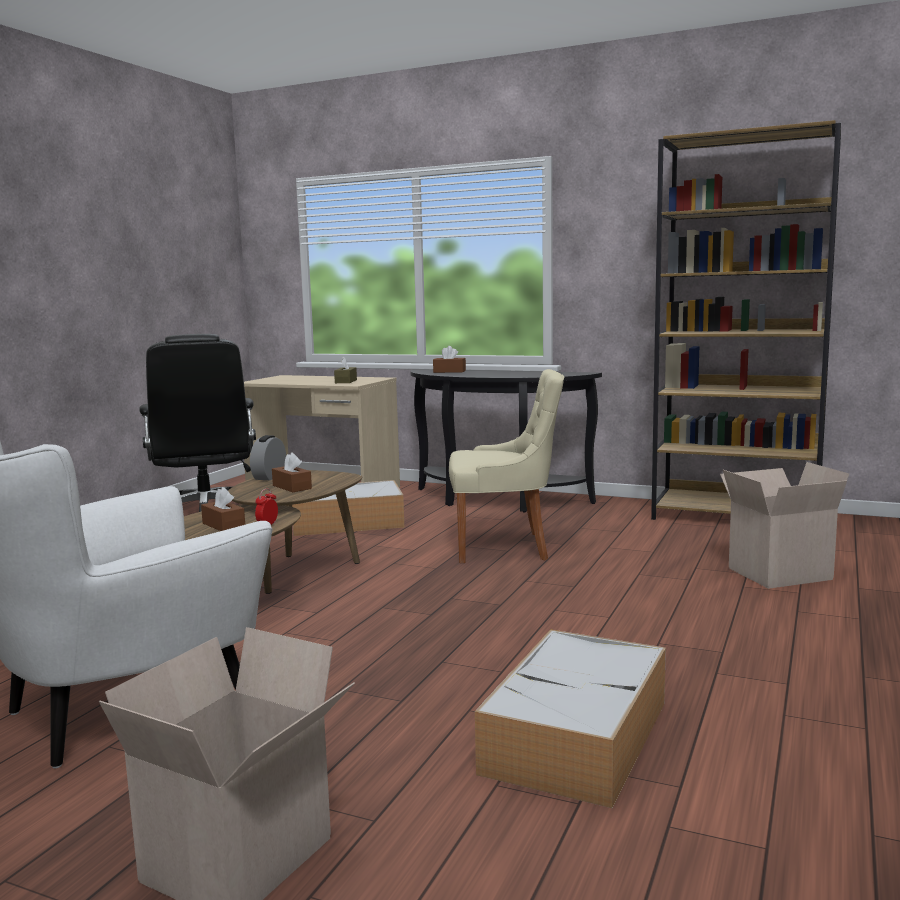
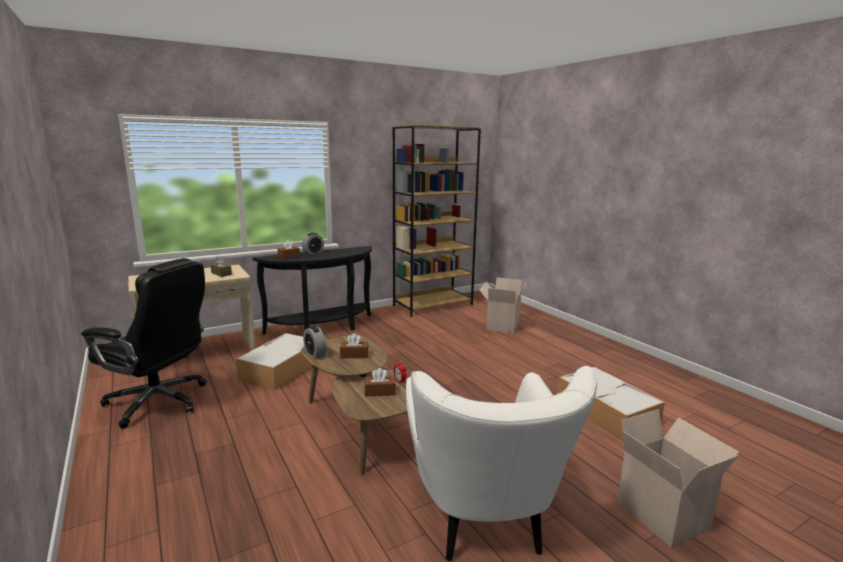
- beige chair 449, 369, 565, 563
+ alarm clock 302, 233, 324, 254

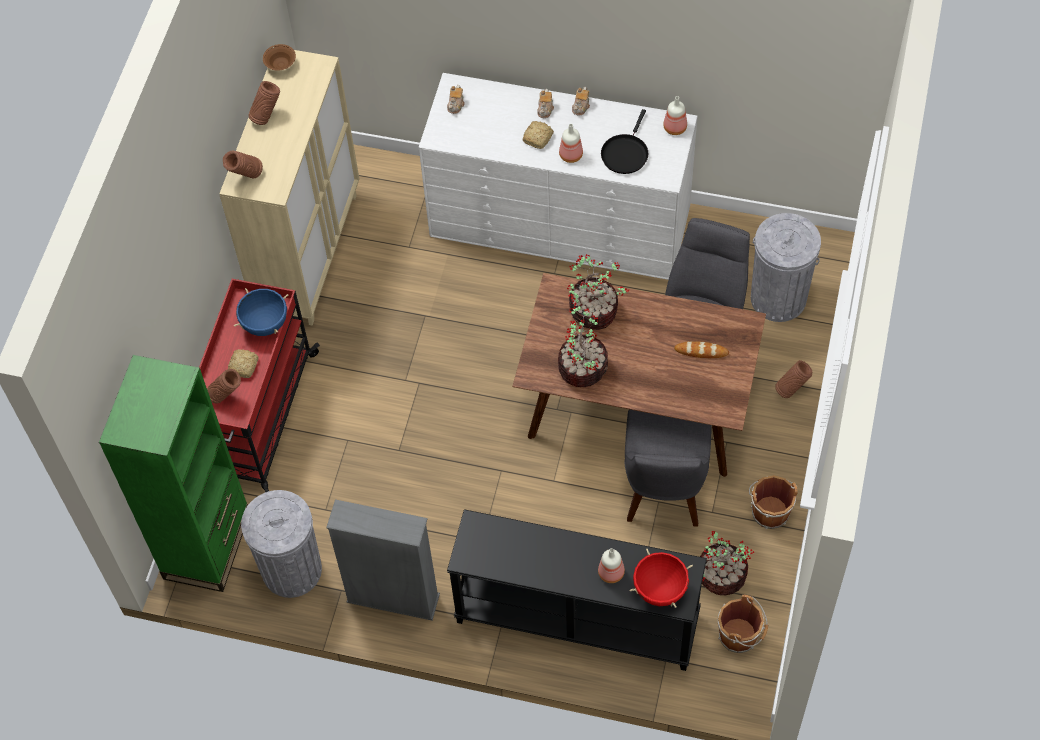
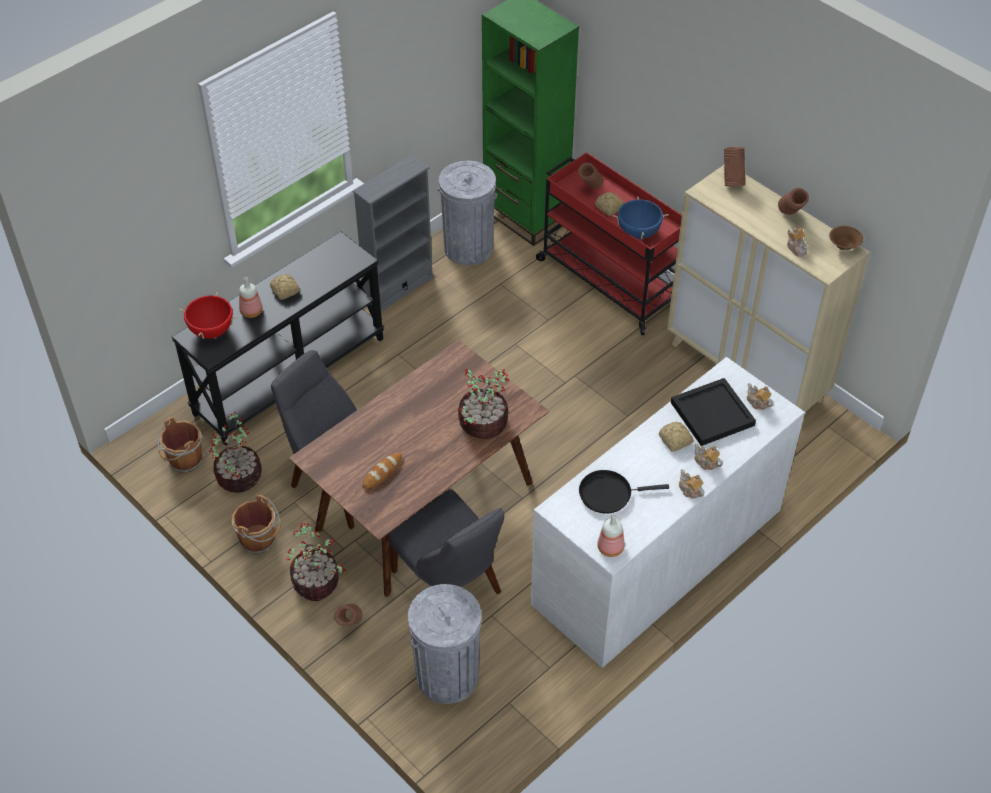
- bottle 559, 124, 583, 163
+ bread 270, 274, 300, 300
+ black tray 671, 378, 756, 446
+ teapot 787, 228, 808, 257
~ potted plant 558, 304, 608, 387 to 286, 523, 346, 601
~ black frying pan 601, 109, 648, 174 = 579, 470, 669, 513 60 degrees counterclockwise

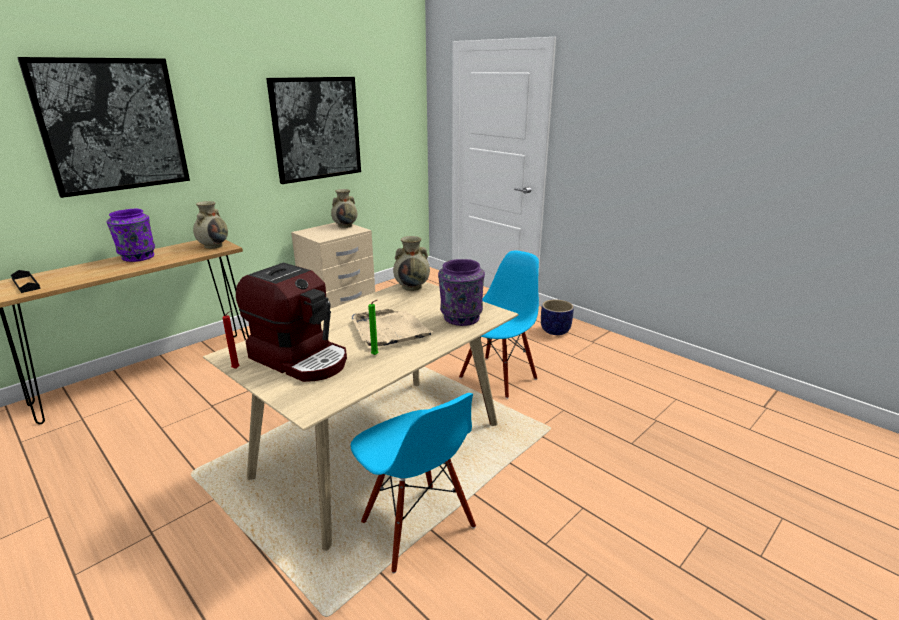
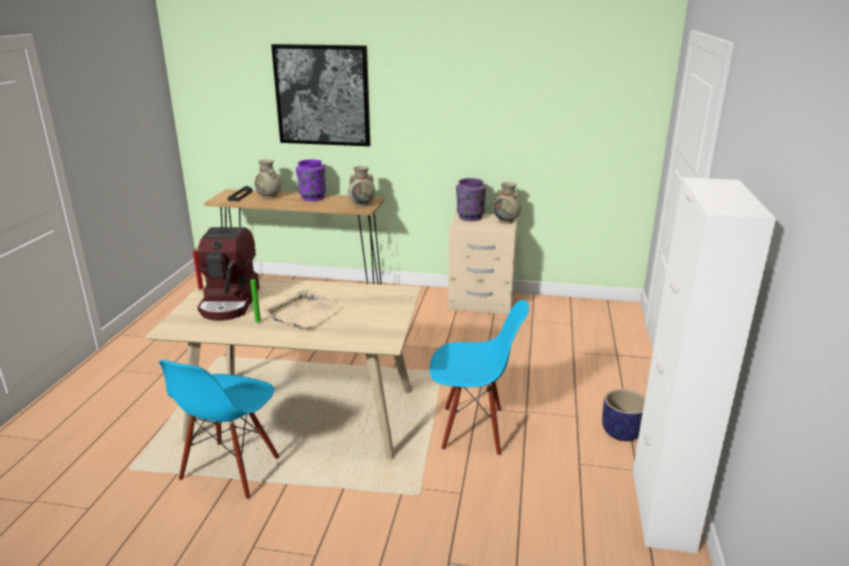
- picture 266, 77, 361, 184
+ white cabinet 633, 177, 776, 553
~ beige vase 393, 236, 430, 291 to 255, 159, 282, 199
~ purple vase 438, 259, 485, 326 to 456, 178, 486, 221

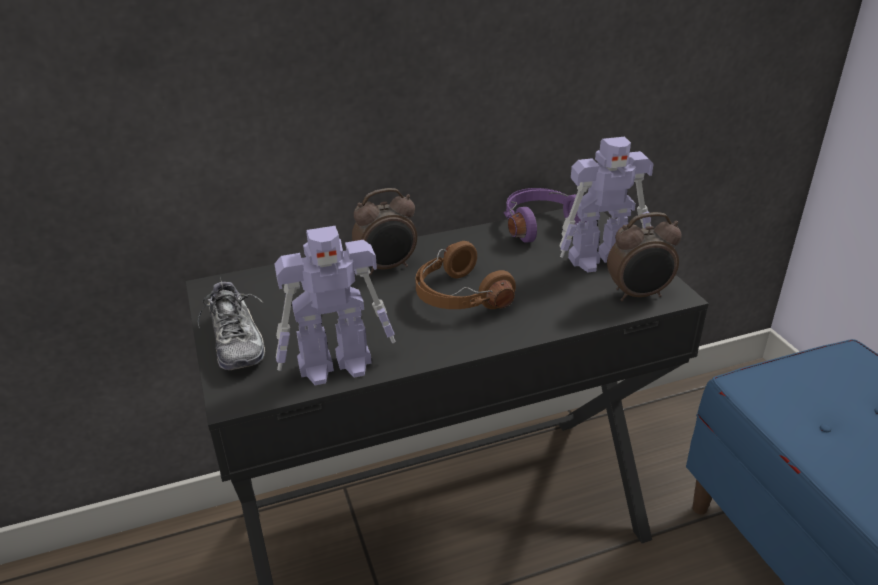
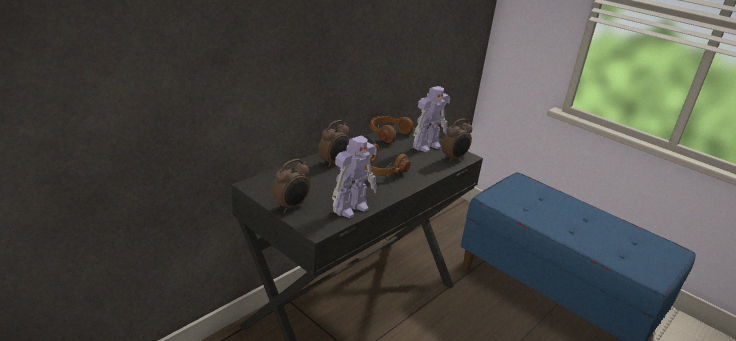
~ shoe 198, 277, 265, 370 to alarm clock 272, 159, 310, 213
~ purple headphones 504, 188, 587, 243 to brown headphones 370, 116, 413, 143

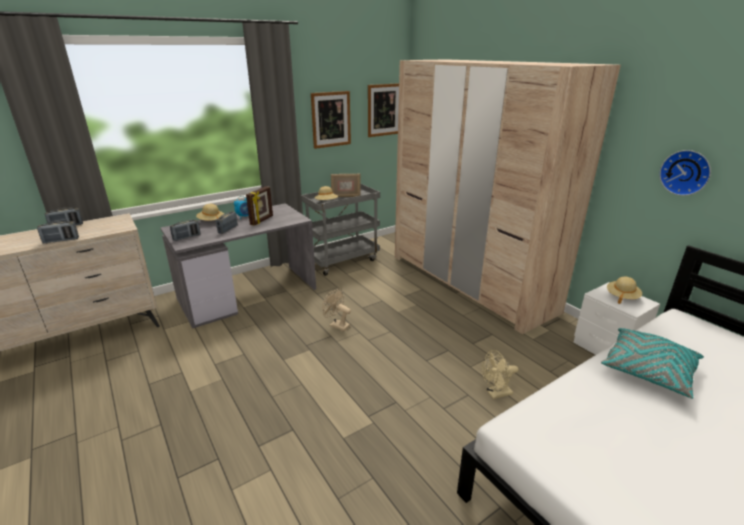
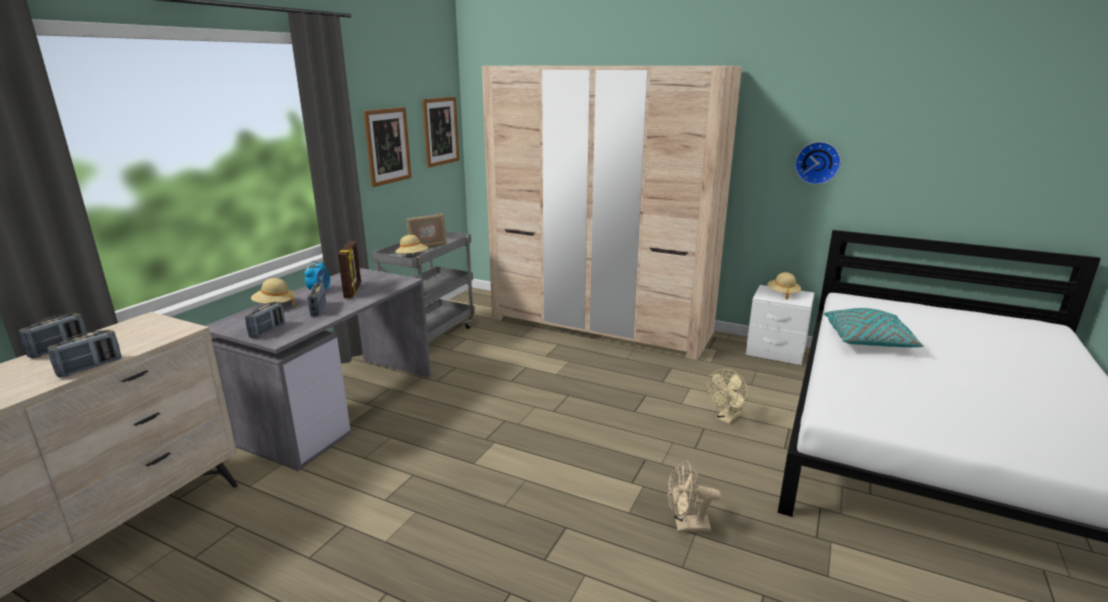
~ beige fan 322, 289, 351, 331 to 667, 460, 721, 532

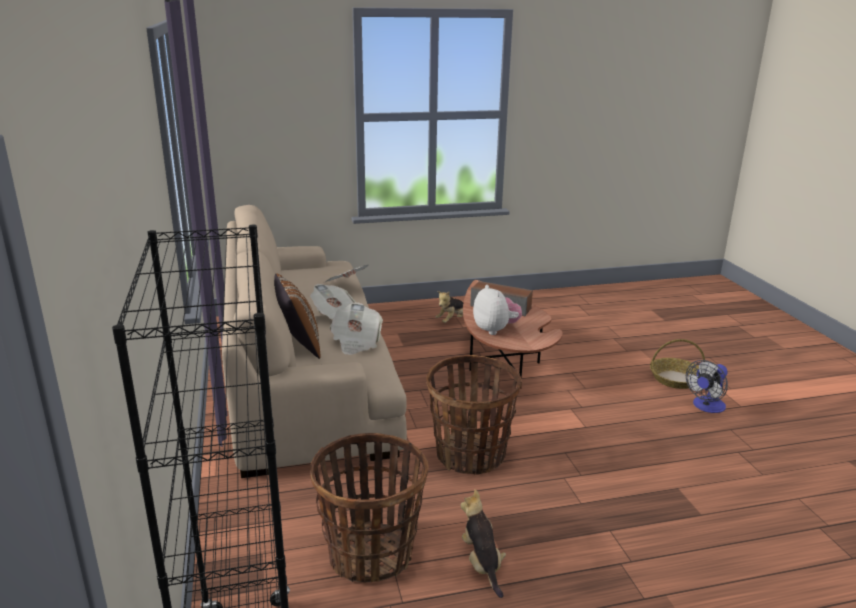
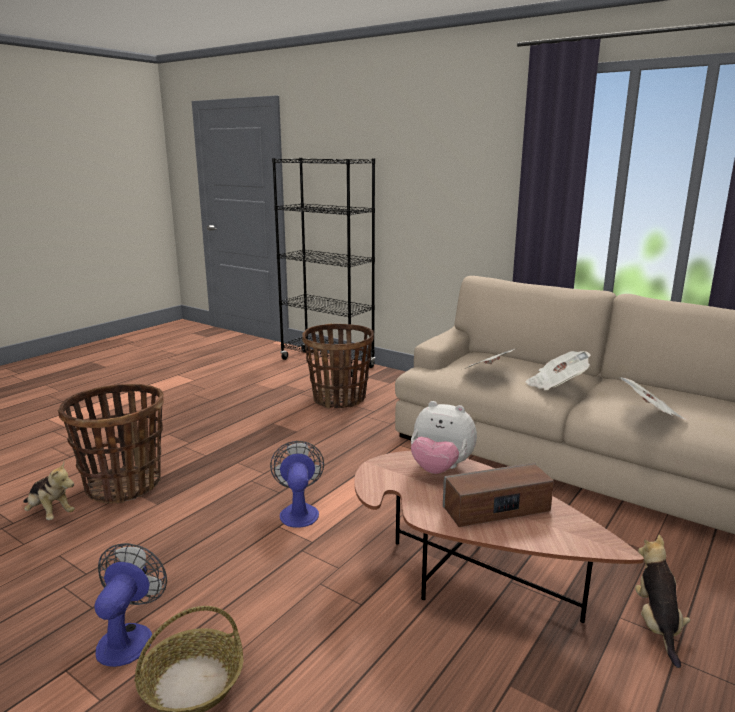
- brown pillow 274, 273, 320, 359
+ fan 270, 441, 324, 528
~ basket 426, 355, 522, 475 to 58, 384, 164, 504
~ plush toy 460, 489, 506, 598 to 23, 462, 75, 520

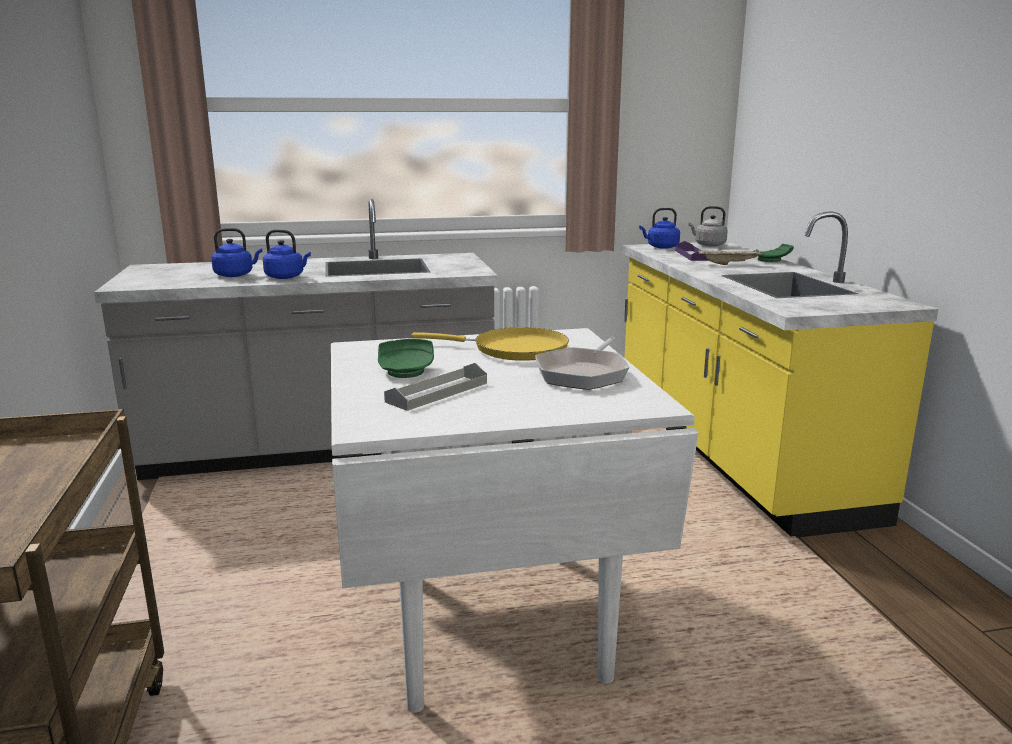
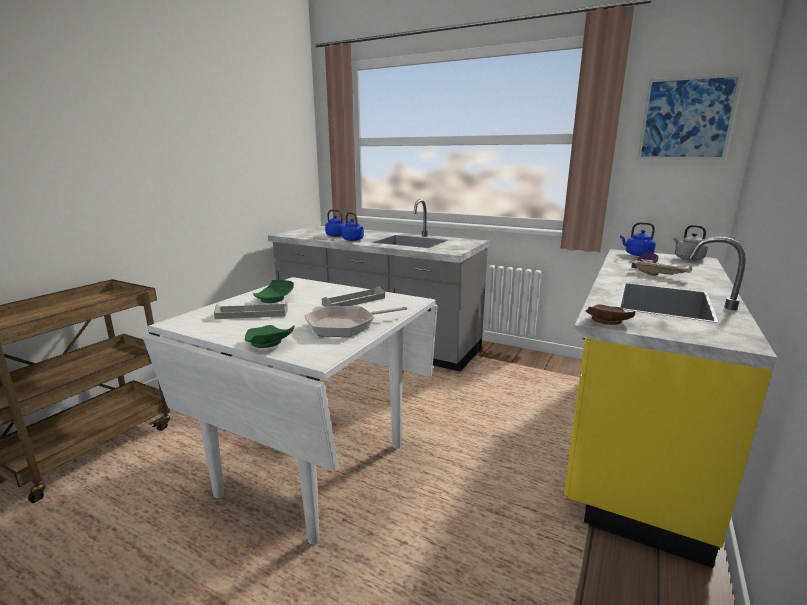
+ brown plate 586, 304, 635, 325
+ picture 638, 73, 743, 160
~ green plate 753, 244, 794, 262 to 245, 325, 295, 348
~ yellow frying pan 411, 327, 569, 361 to grey tray 322, 286, 385, 307

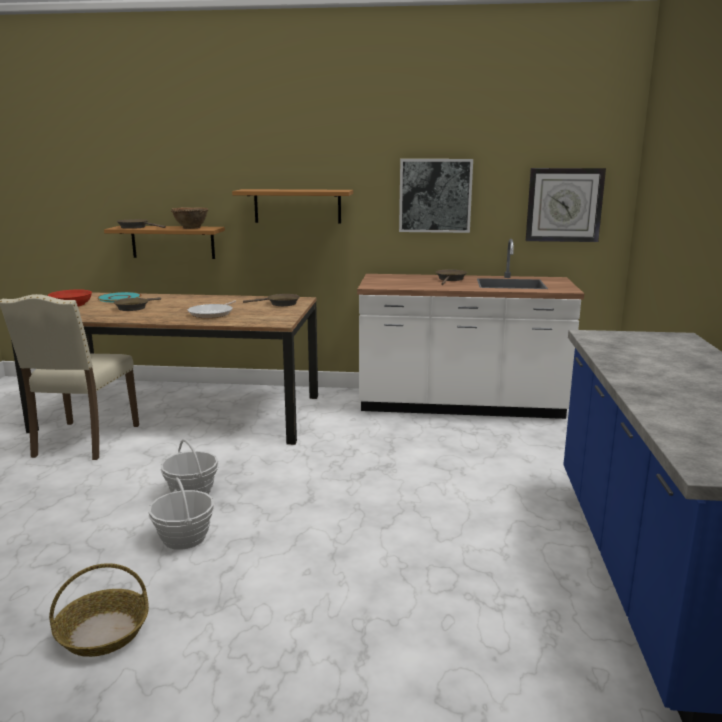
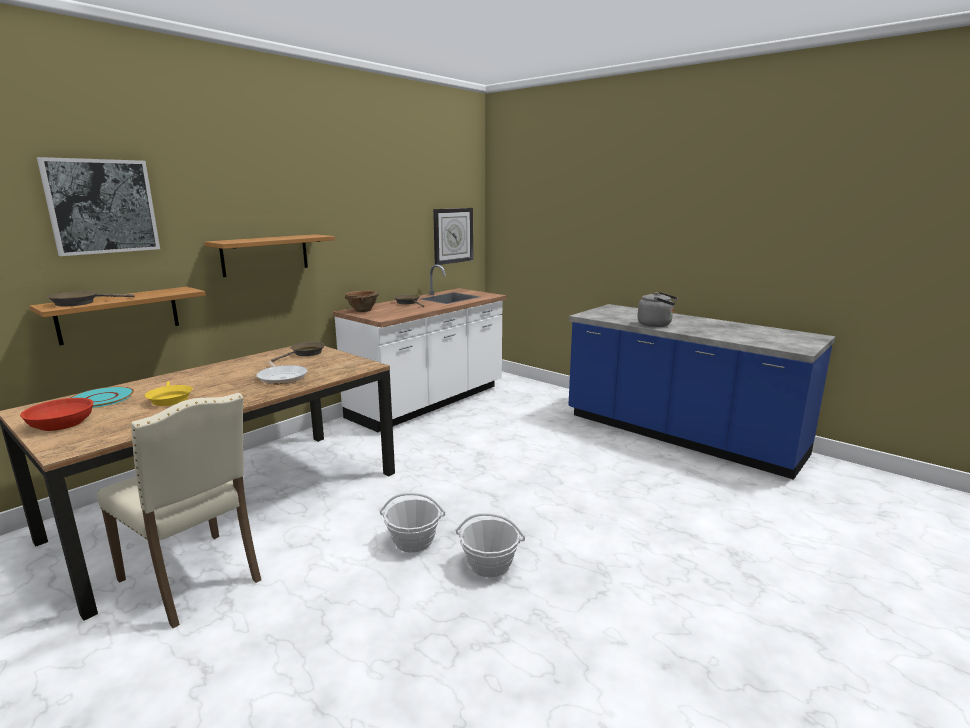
- basket 49, 563, 149, 657
+ grey kettle 637, 292, 678, 327
~ brown bowl 171, 207, 208, 229 to 345, 291, 379, 312
~ picture 399, 159, 473, 233 to 37, 157, 160, 256
~ brown frying pan 114, 297, 161, 311 to yellow frying pan 145, 381, 193, 406

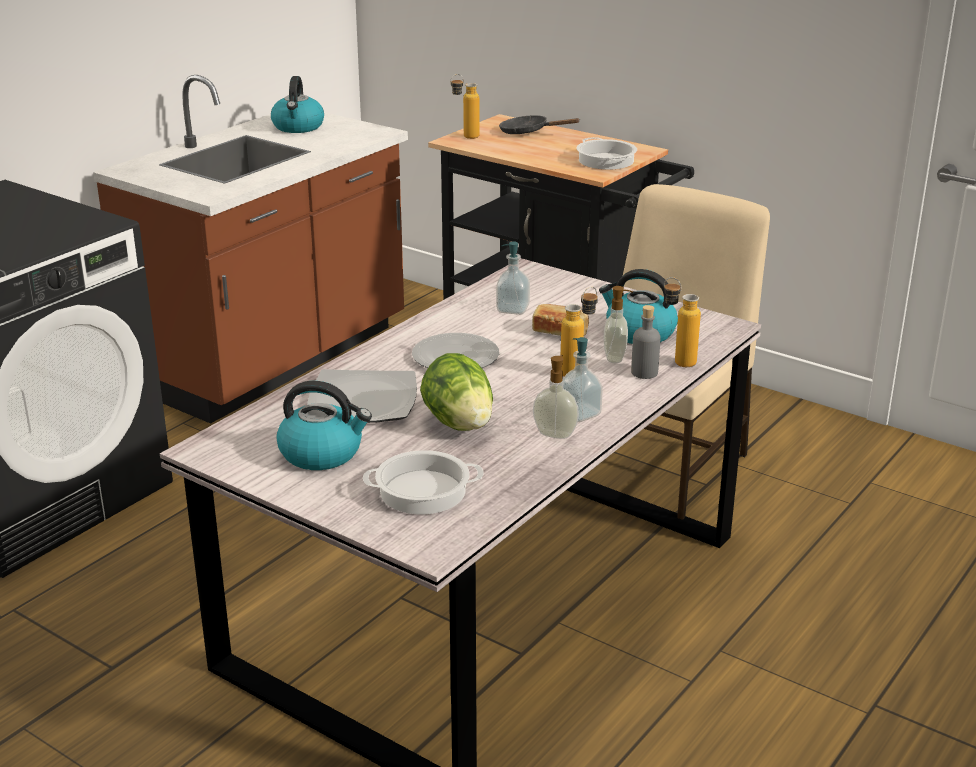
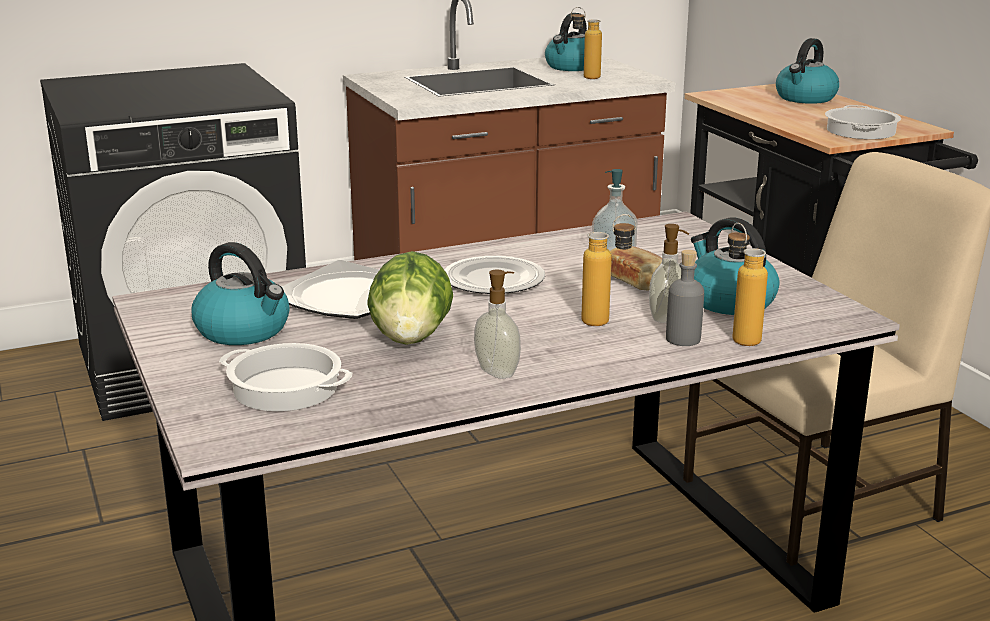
- soap dispenser 563, 337, 603, 422
~ bottle 450, 74, 480, 139 to 571, 7, 602, 79
~ black frying pan 499, 115, 580, 134 to kettle 776, 38, 839, 104

